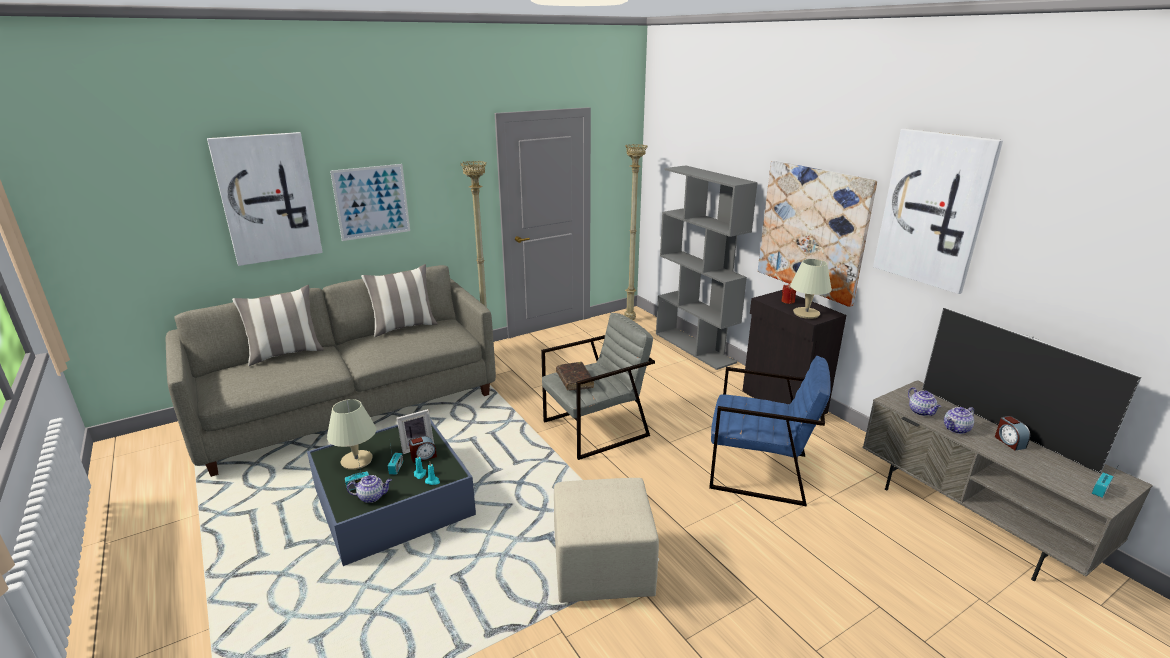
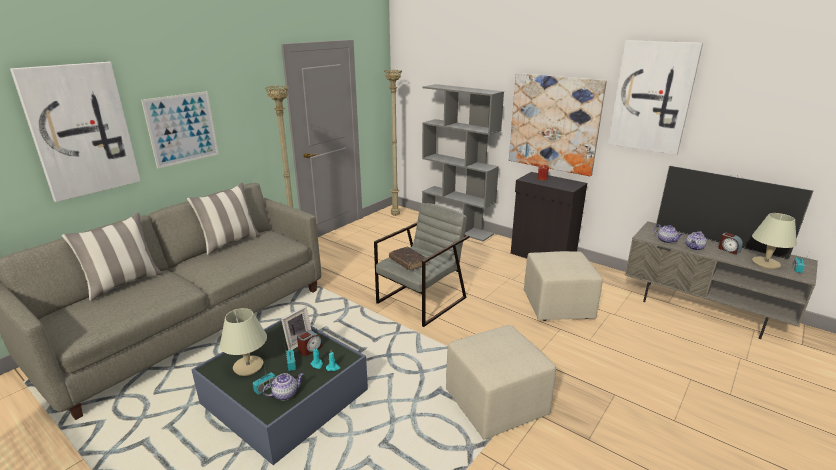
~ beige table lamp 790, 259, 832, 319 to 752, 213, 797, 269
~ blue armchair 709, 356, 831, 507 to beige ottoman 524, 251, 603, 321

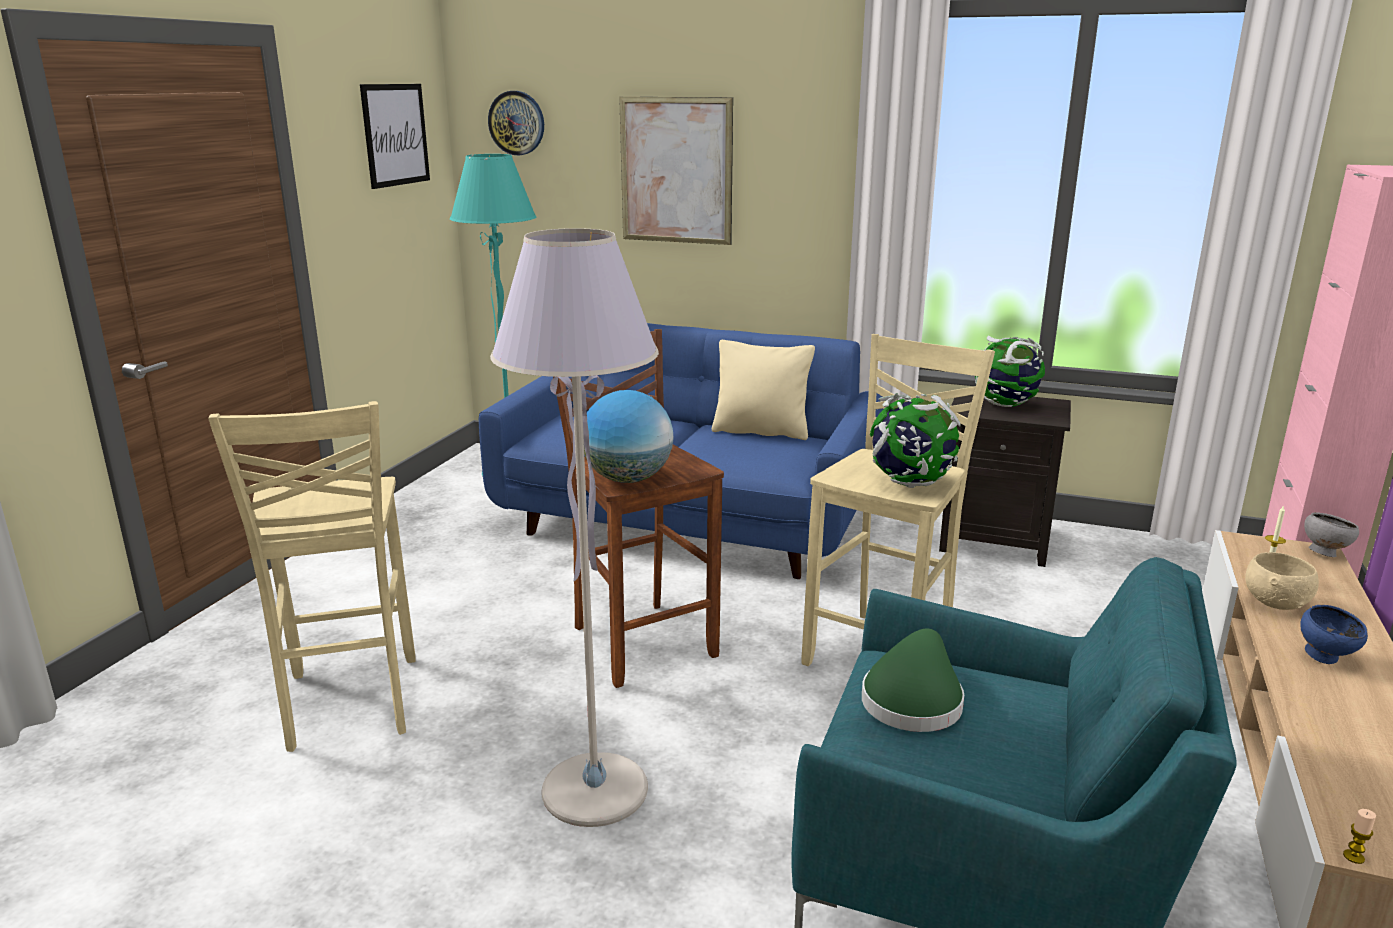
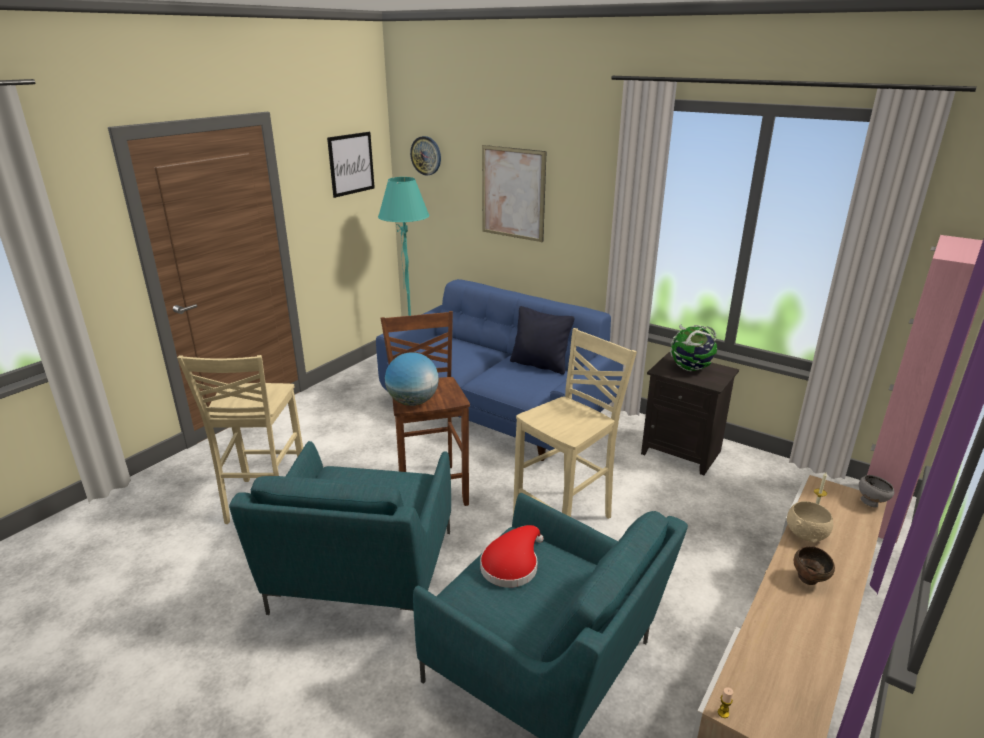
- globe 870, 393, 961, 488
~ grey floor lamp 490, 228, 659, 827 to turquoise armchair 229, 441, 451, 615
~ beige pillow 712, 340, 815, 440 to black pillow 510, 306, 575, 375
~ green hat 862, 629, 964, 732 to red hat 480, 525, 544, 588
~ blue bowl 1300, 605, 1368, 664 to brown bowl 794, 546, 835, 585

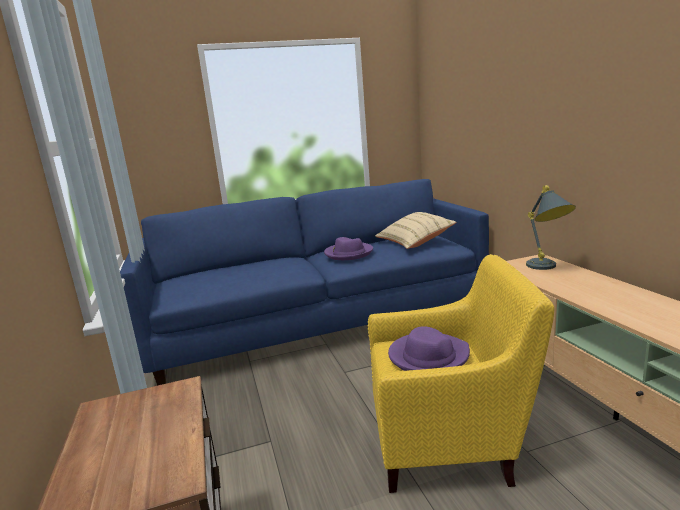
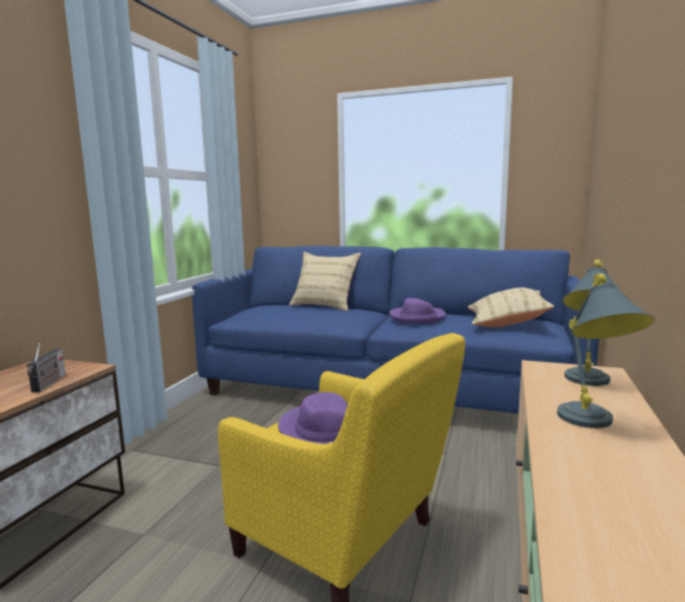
+ radio 27, 343, 66, 392
+ beige pillow 289, 252, 361, 311
+ grey table lamp 557, 274, 655, 428

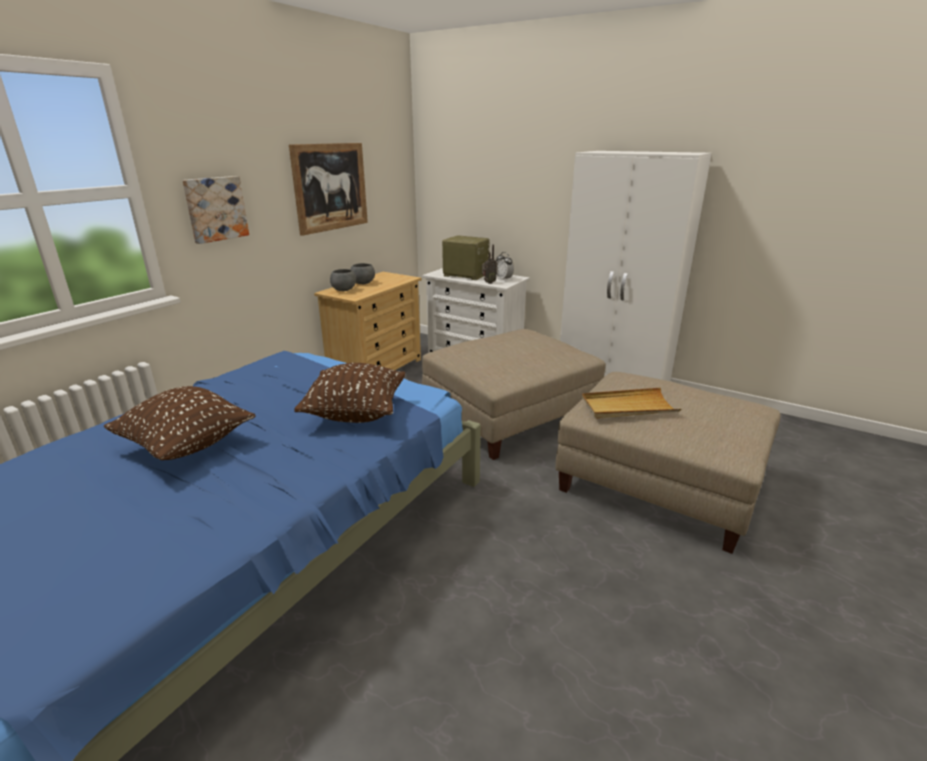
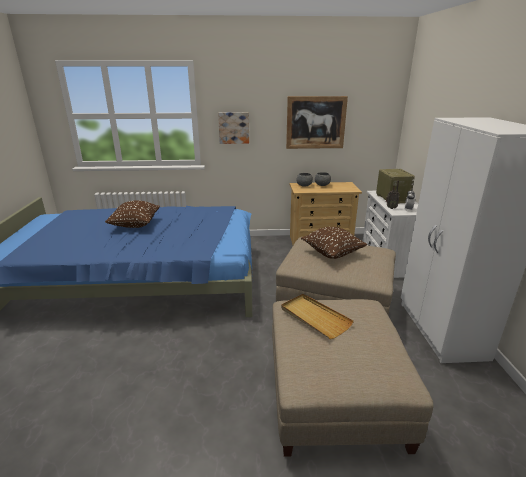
~ brown pillow 294, 363, 405, 423 to 301, 227, 367, 259

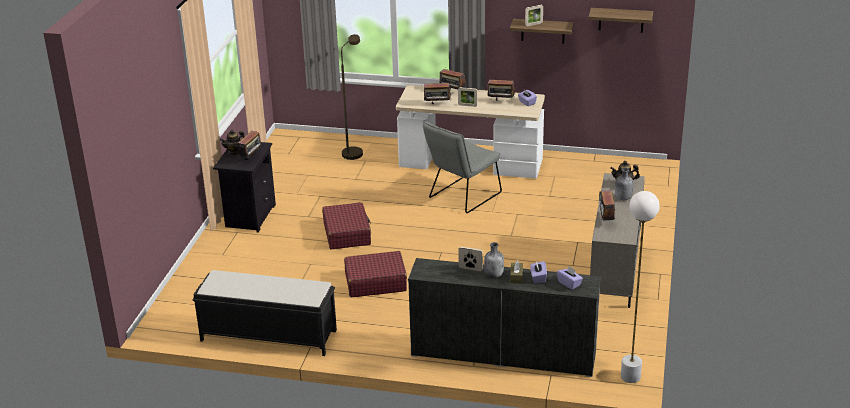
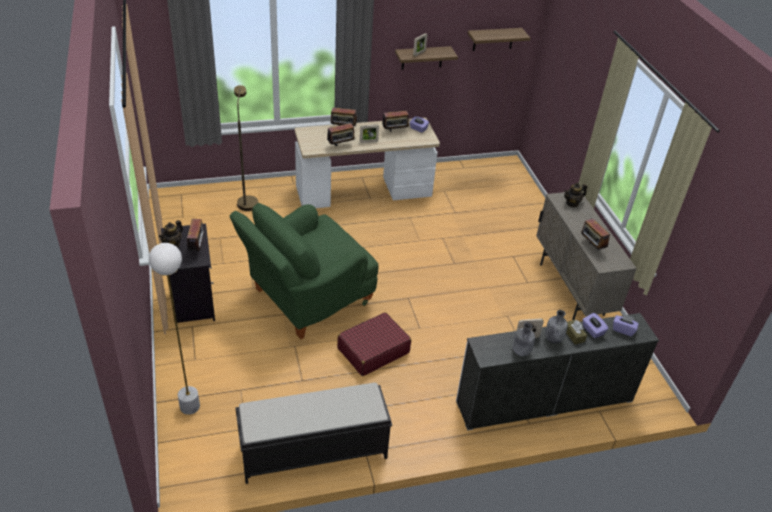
- grey chair 423, 121, 502, 213
~ grey bottle 615, 168, 633, 200 to 513, 322, 535, 356
~ white floor lamp 621, 191, 659, 383 to 149, 243, 200, 415
~ red suitcase 322, 202, 371, 249 to green armchair 230, 203, 378, 339

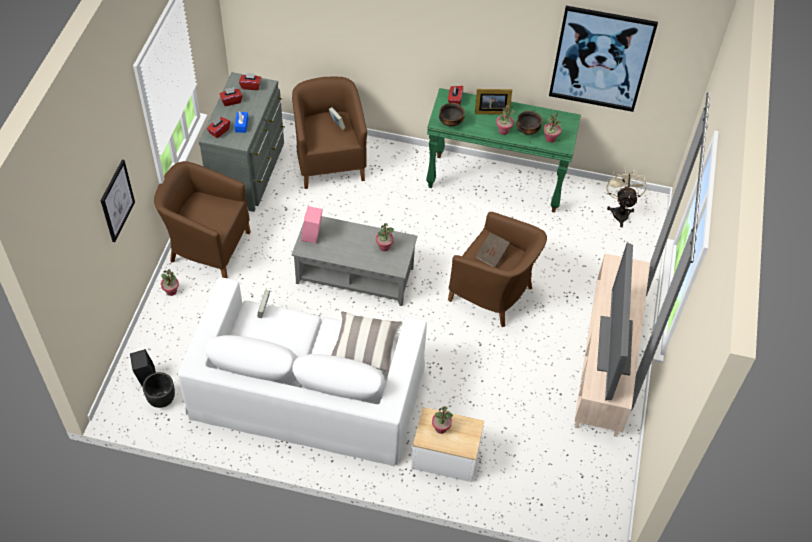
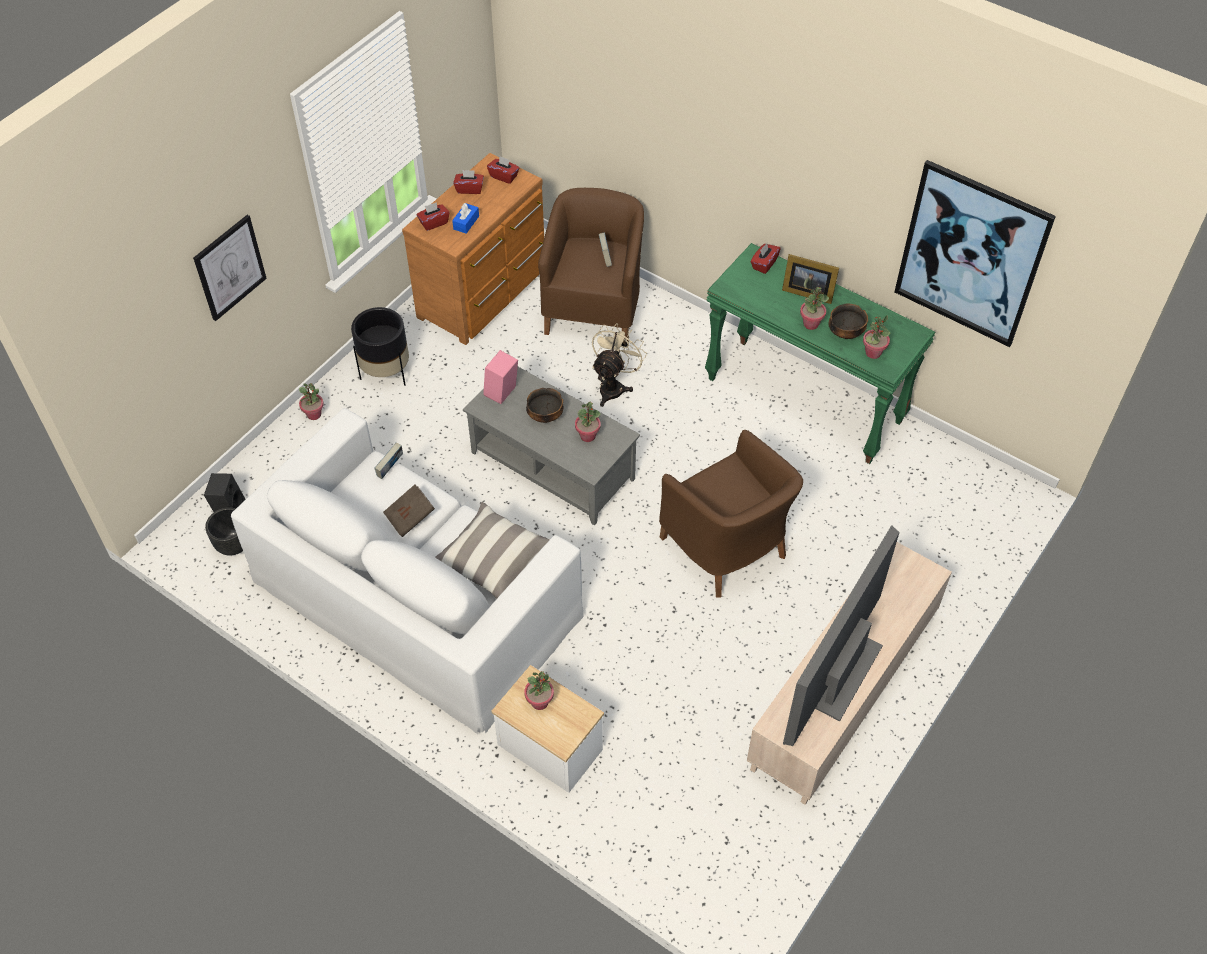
~ bowl 439, 103, 465, 126 to 526, 388, 564, 423
~ brown book 476, 232, 511, 267 to 383, 485, 435, 537
~ beige fan 607, 169, 647, 227 to 592, 323, 647, 407
~ brown armchair 154, 161, 251, 278 to black planter 351, 307, 409, 386
~ grey dresser 199, 72, 285, 212 to brown dresser 402, 153, 544, 345

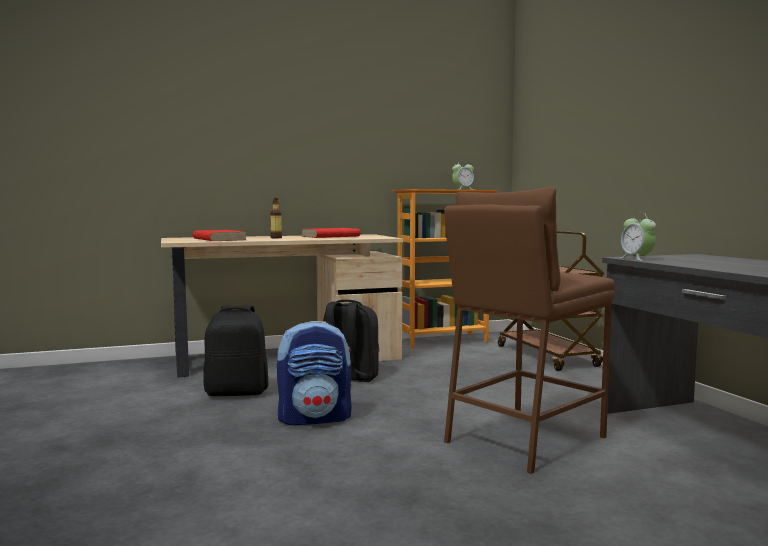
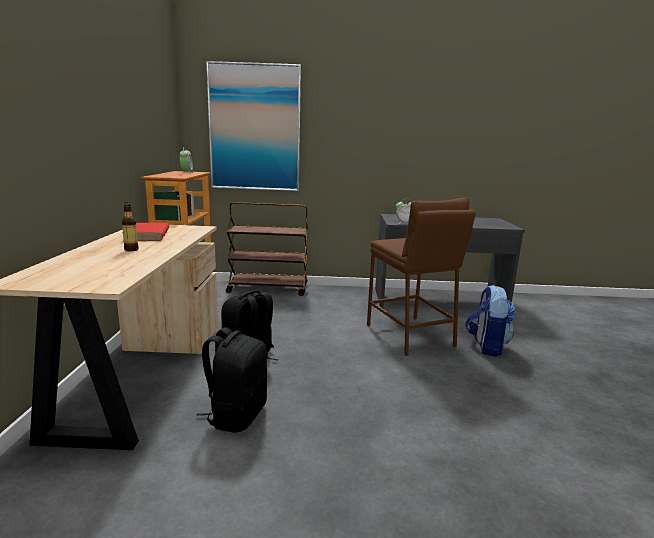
- red book 192, 230, 246, 241
+ picture 206, 61, 301, 191
~ backpack 277, 321, 352, 425 to 465, 285, 515, 357

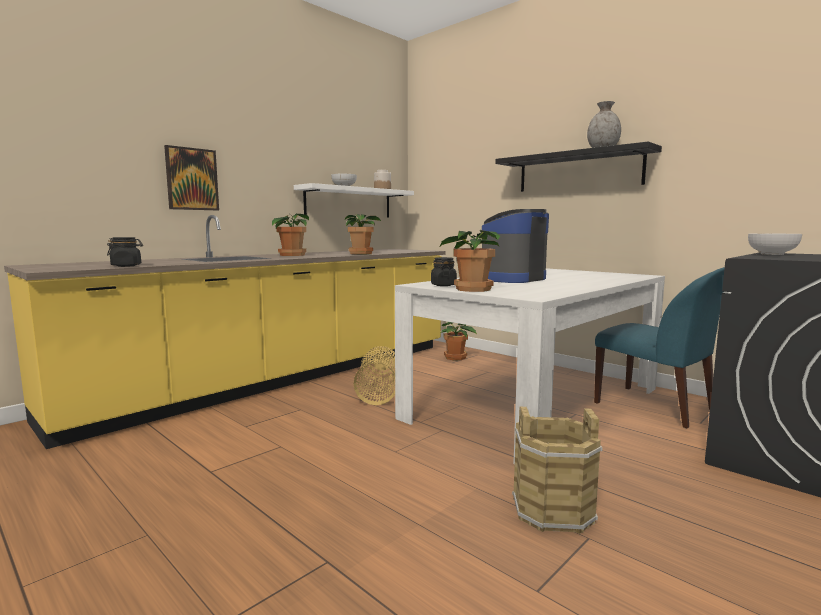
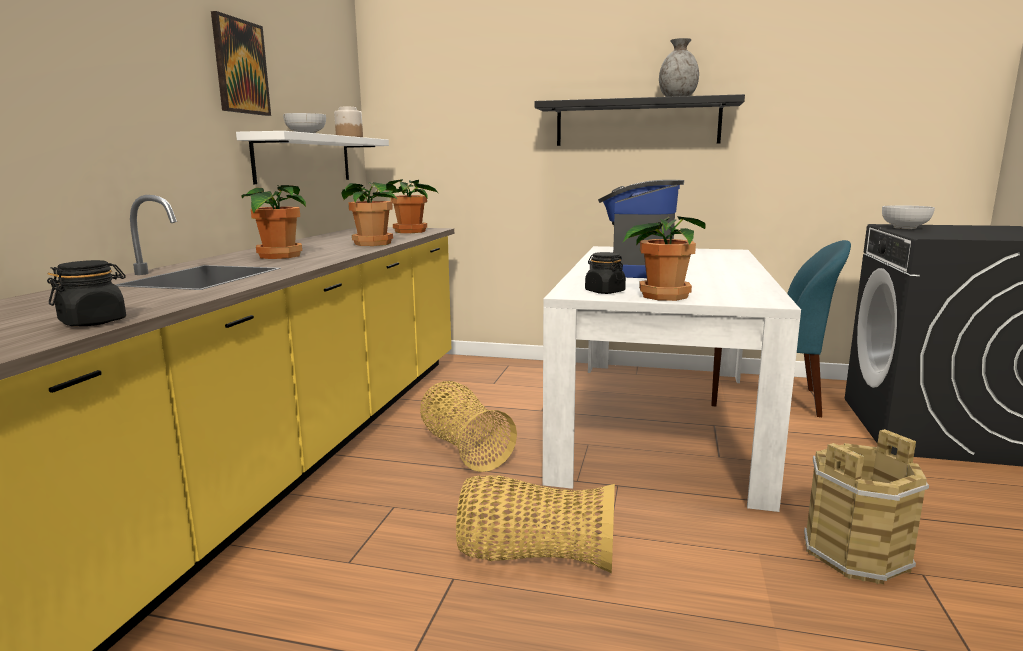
+ basket 456, 475, 615, 573
~ picture 164, 145, 219, 210 to 211, 11, 271, 116
~ potted plant 440, 322, 477, 361 to 387, 179, 440, 233

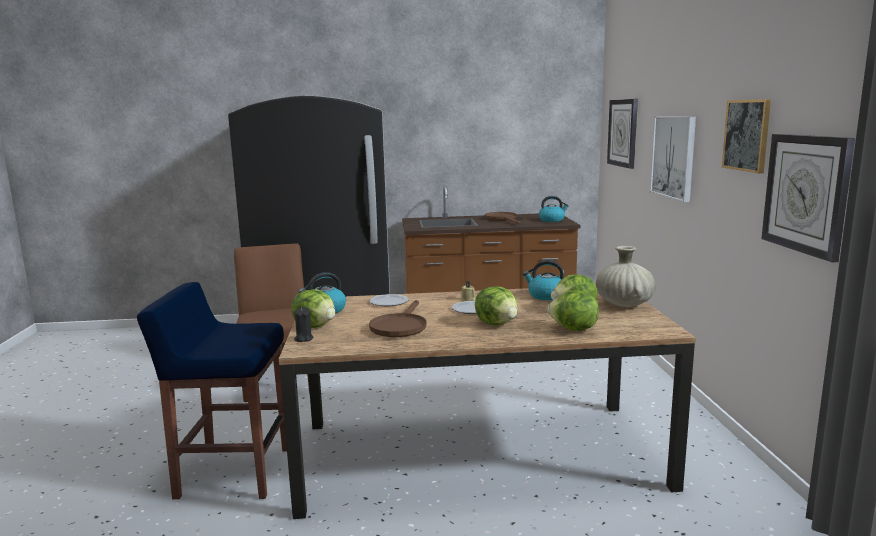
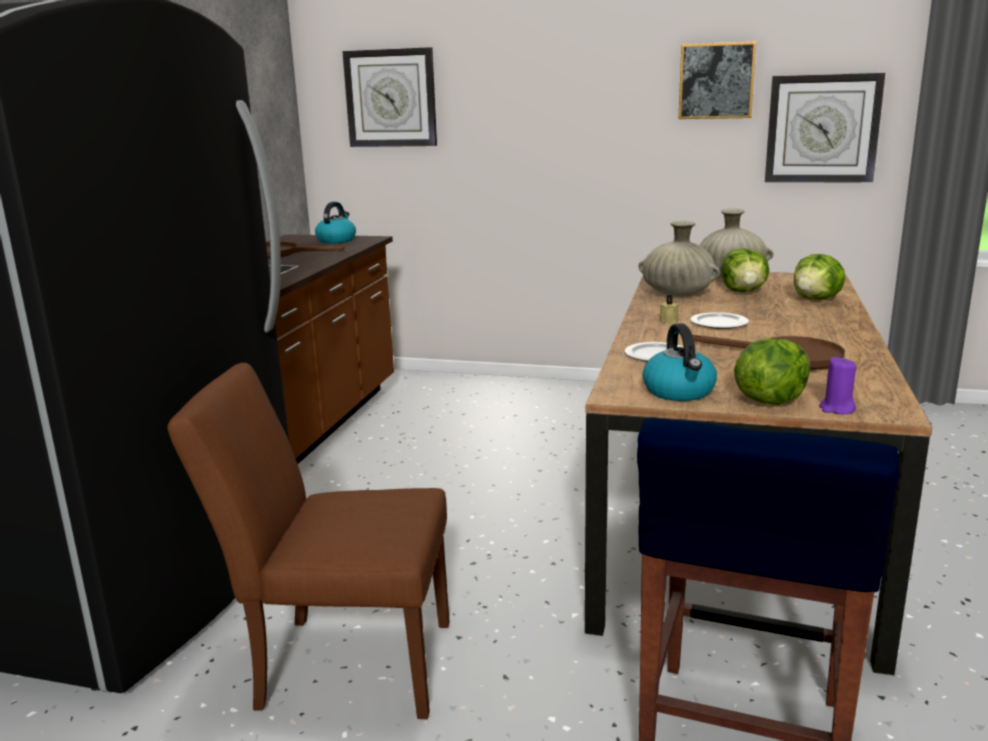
- lettuce 475, 286, 517, 325
- picture 650, 116, 696, 203
~ kettle 523, 260, 564, 301 to beige vase 638, 221, 720, 296
~ black candle 294, 307, 314, 342 to purple candle 819, 357, 857, 414

